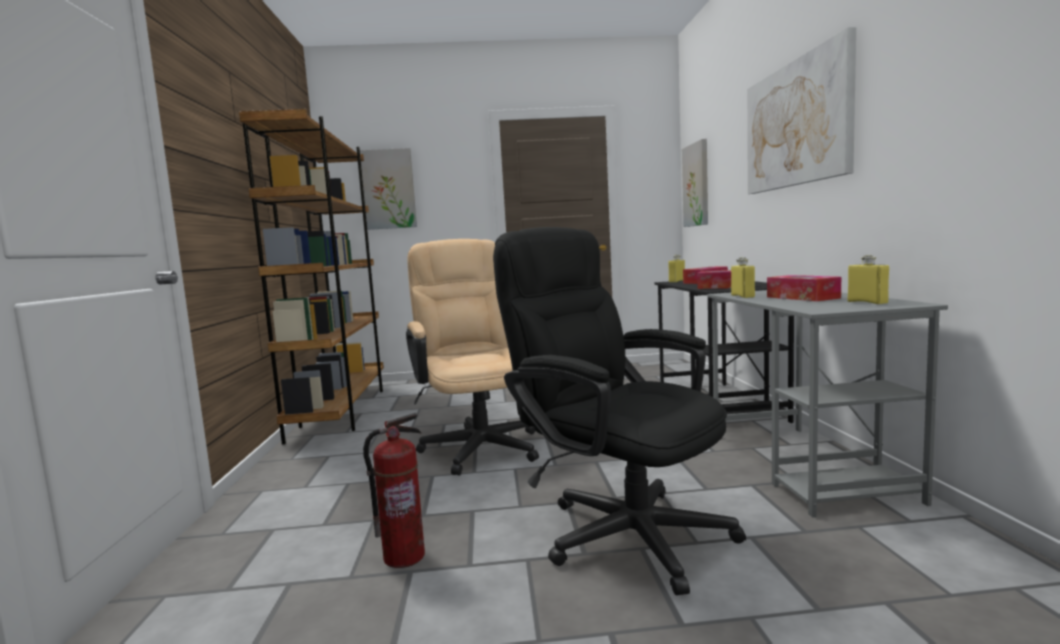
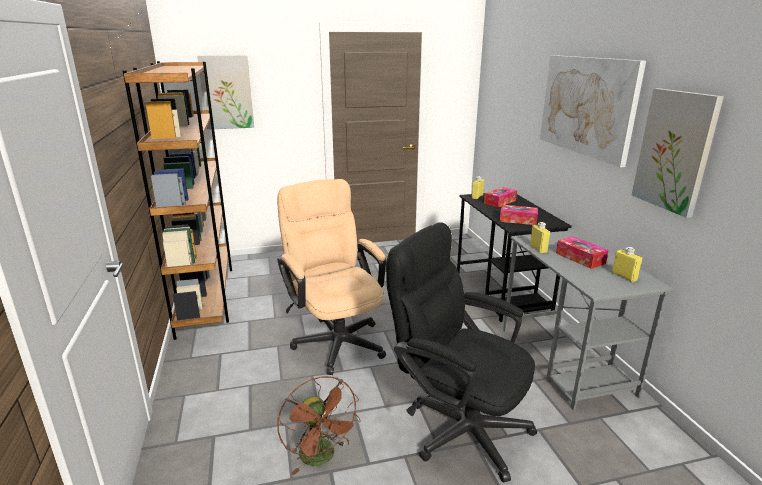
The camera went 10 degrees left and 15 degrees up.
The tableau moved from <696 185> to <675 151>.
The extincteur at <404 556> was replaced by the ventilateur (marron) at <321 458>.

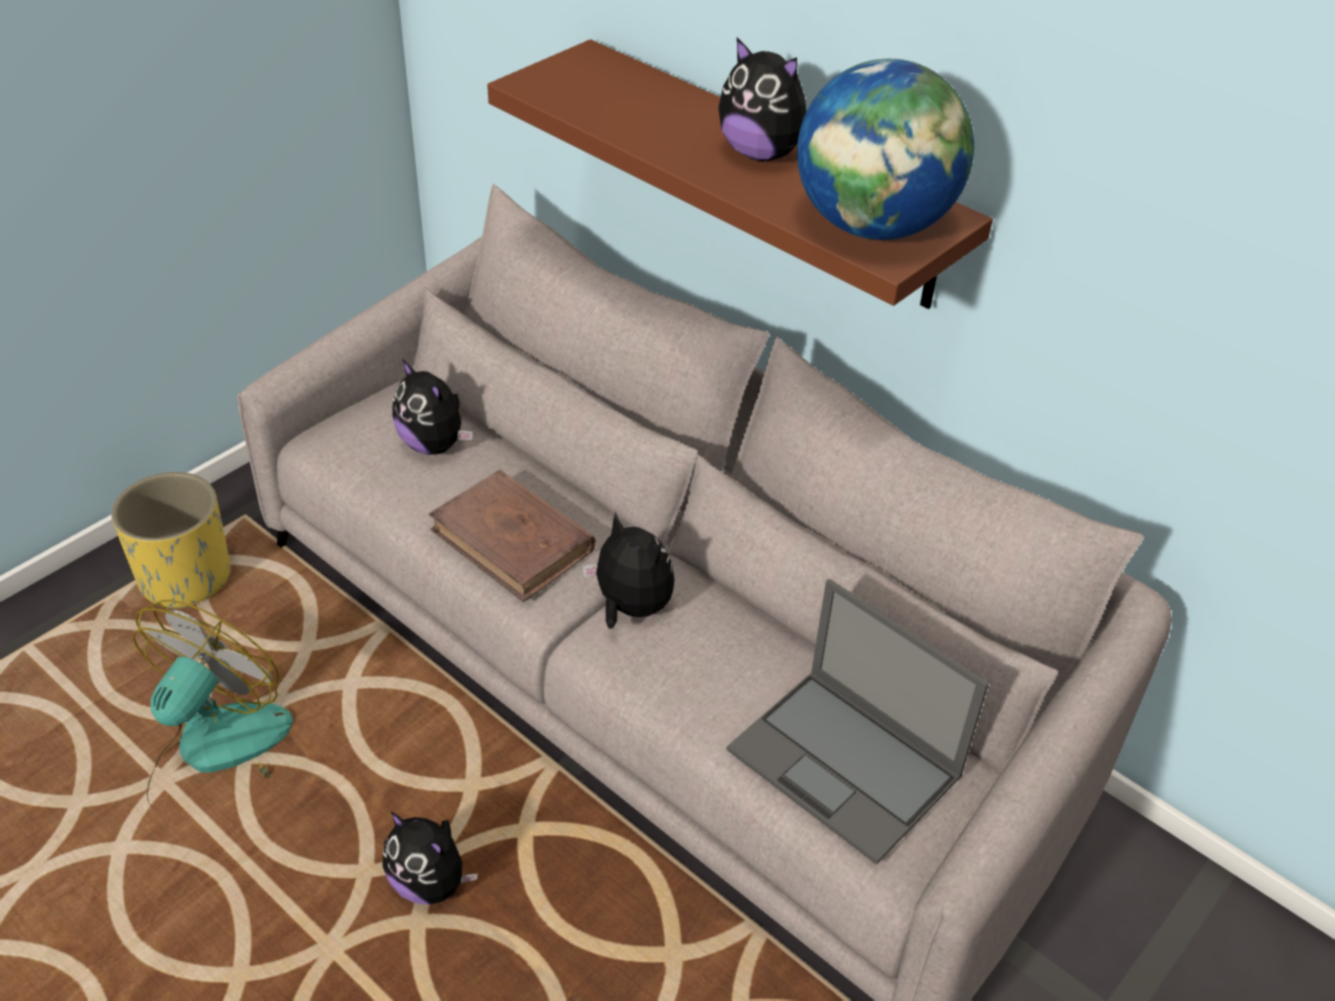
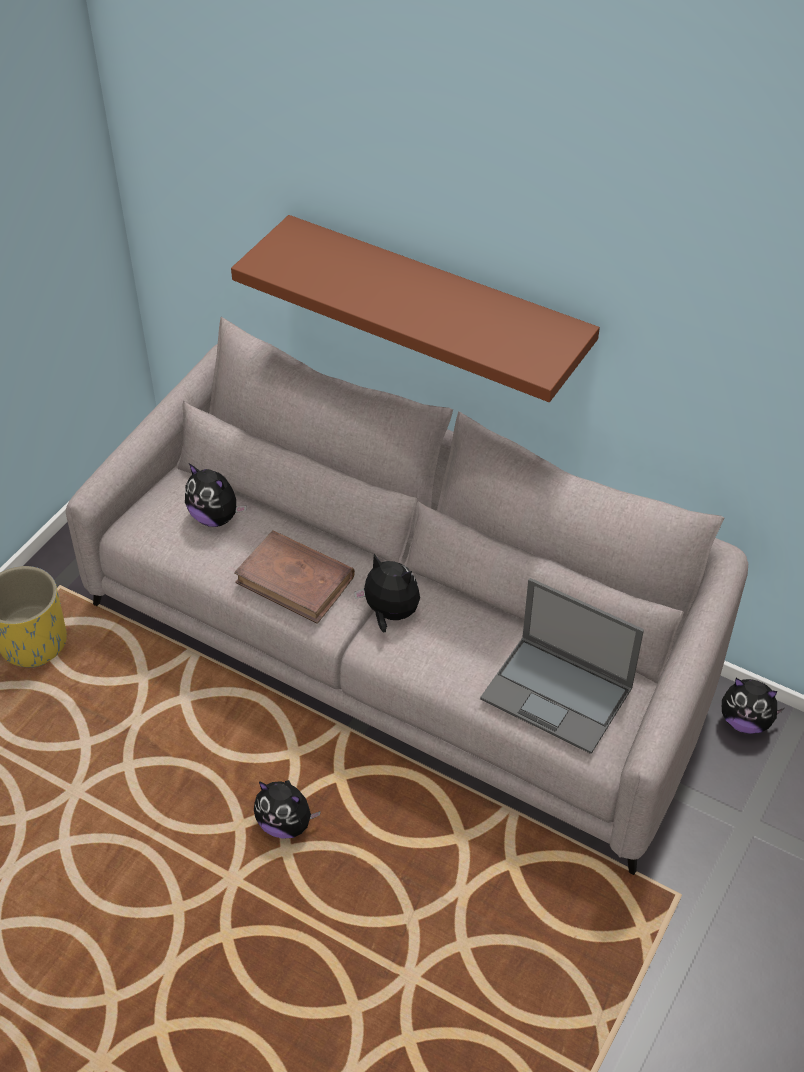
The camera went 10 degrees left and 5 degrees up.
The peluche moved from <762 154> to <745 721>.
The globe at <873 227> disappeared.
The ventilateur at <218 757> disappeared.

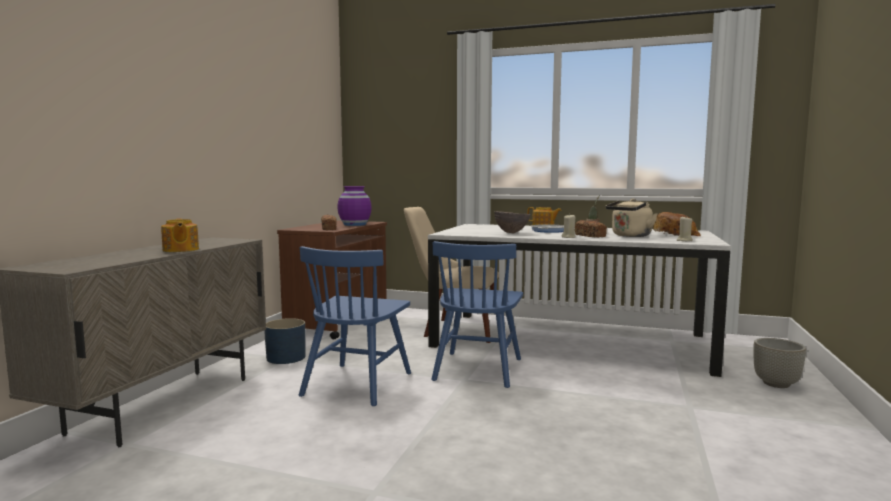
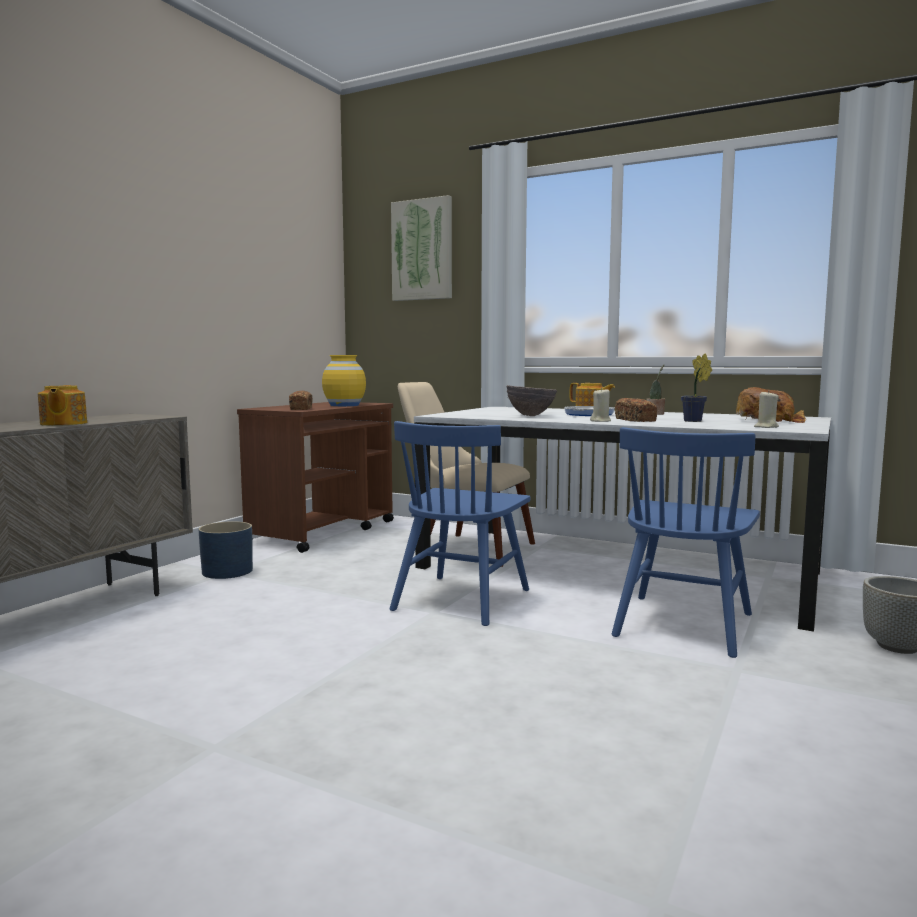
The camera went 10 degrees right and 0 degrees up.
The vase (violet) at <354 224> became the vase (jaune) at <344 405>.
The bouilloire (beige) at <630 236> was replaced by the plante en pot at <694 421>.
The chaise (bleu) moved from <357 384> to <683 624>.
The tableau at <422 250> appeared.

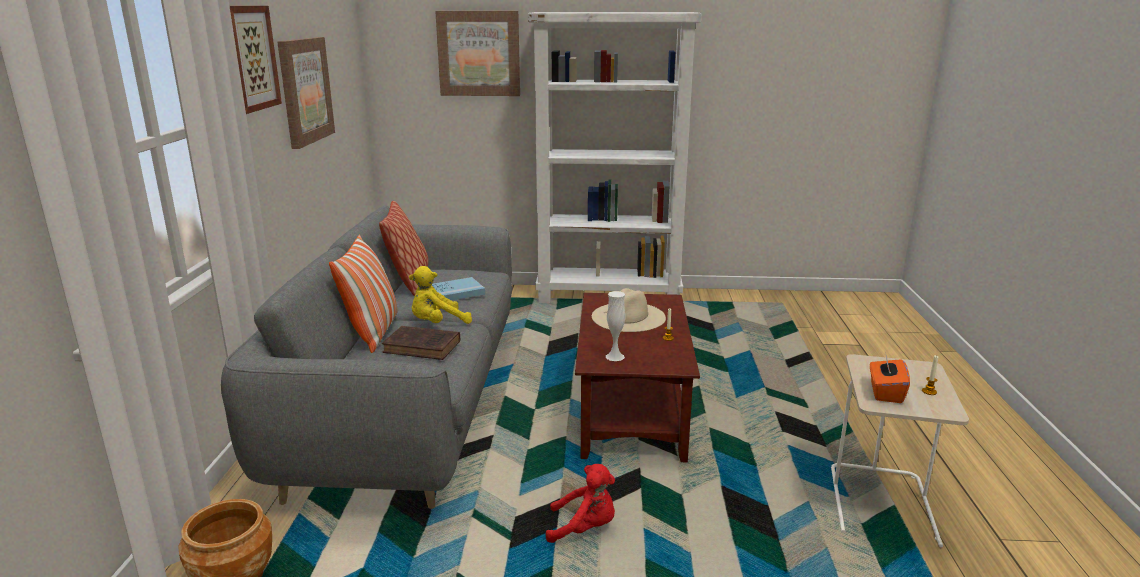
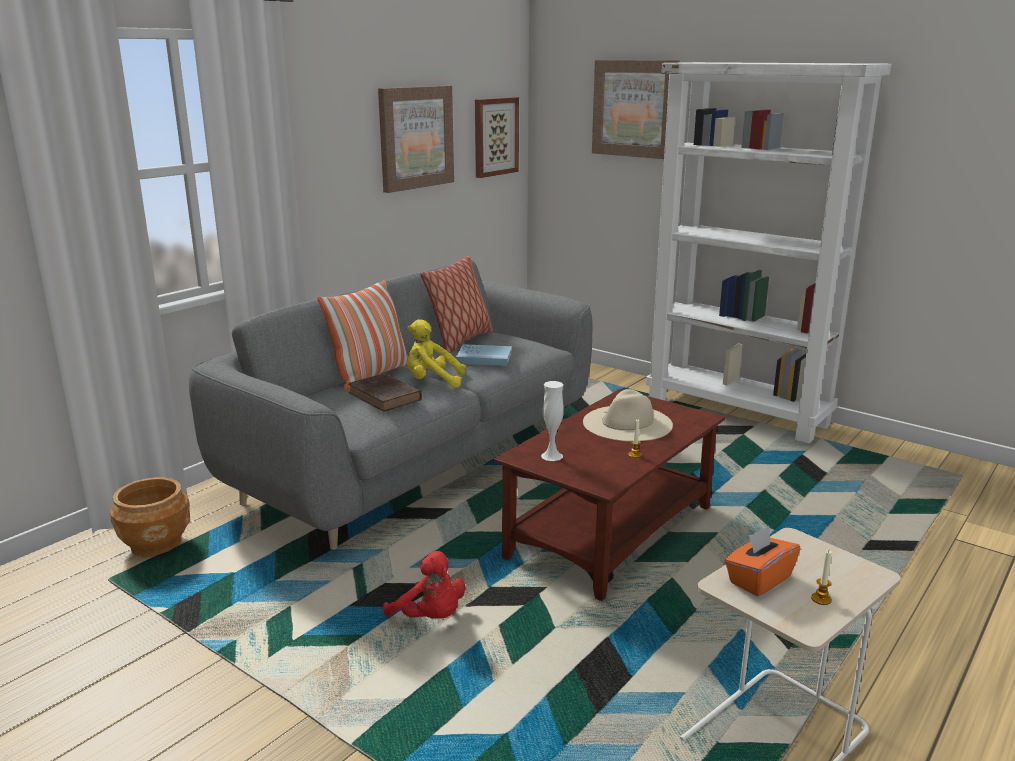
The camera went 35 degrees right and 0 degrees up.
The tableau moved from <249 58> to <495 136>.

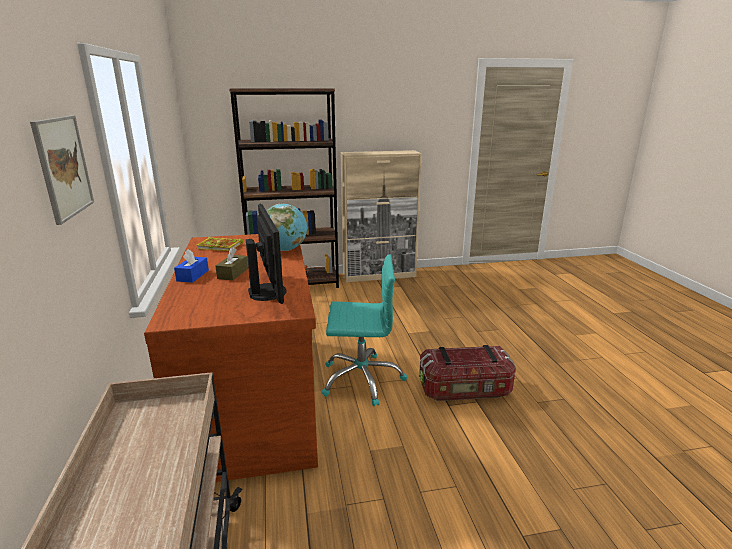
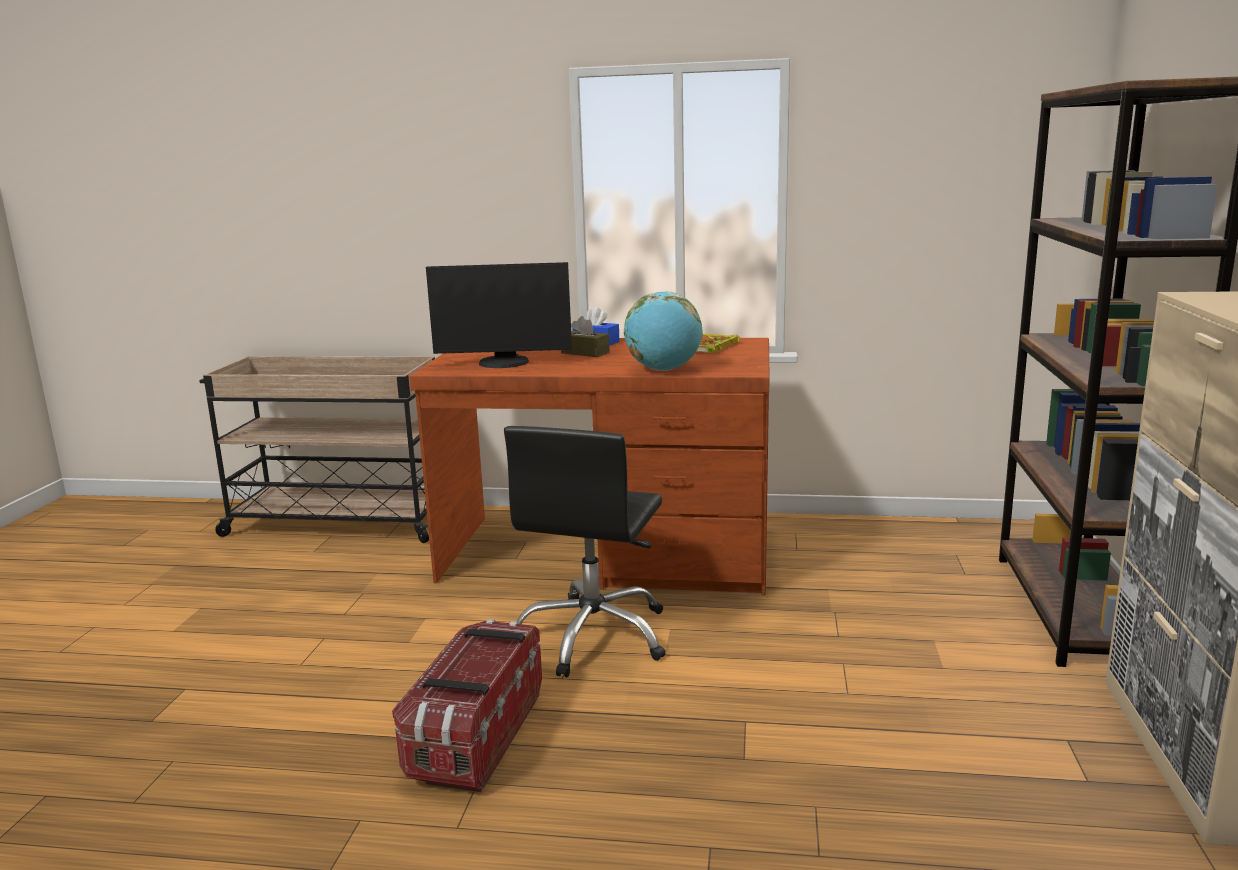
The camera went 110 degrees right and 5 degrees down.
The tableau at <63 167> disappeared.
The chaise de bureau (turquoise) at <361 379> became the chaise de bureau (noir) at <593 635>.

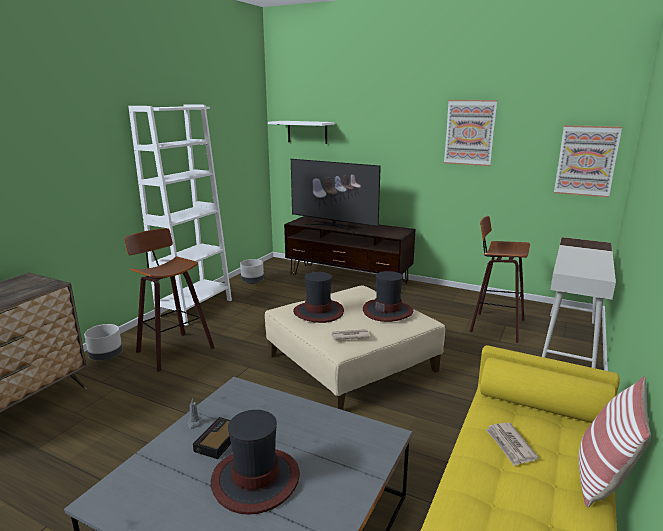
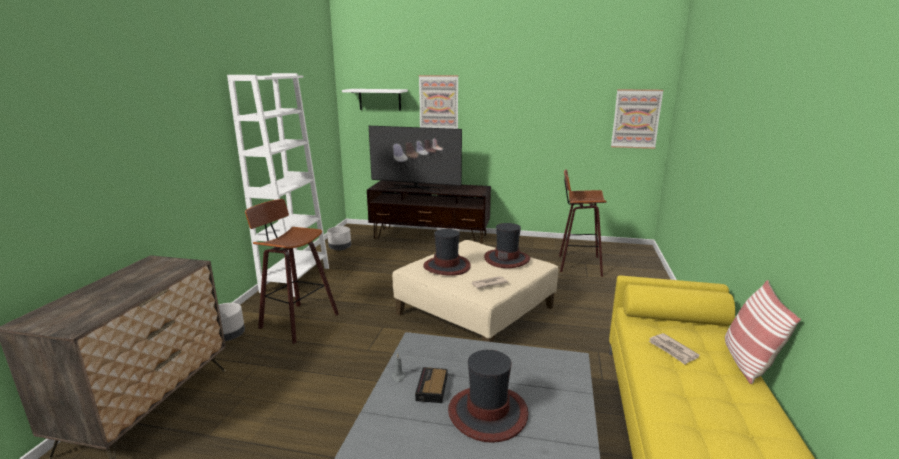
The camera went 15 degrees left and 0 degrees up.
The tableau moved from <469 132> to <438 103>.
The bureau (blanc) at <569 342> disappeared.

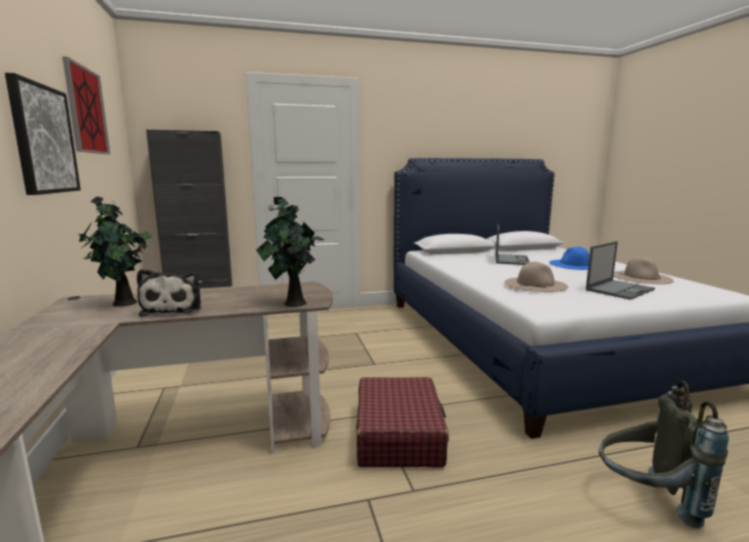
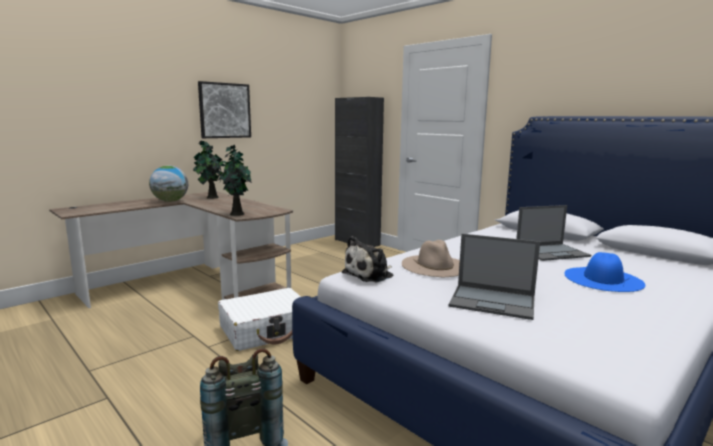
The camera went 60 degrees right and 0 degrees up.
The tableau at <86 110> disappeared.
The chapeau (beige) at <641 277> disappeared.
The peluche moved from <173 308> to <370 274>.
The valise (rouge) at <399 434> became the valise (blanc) at <266 330>.
The globe at <170 201> appeared.

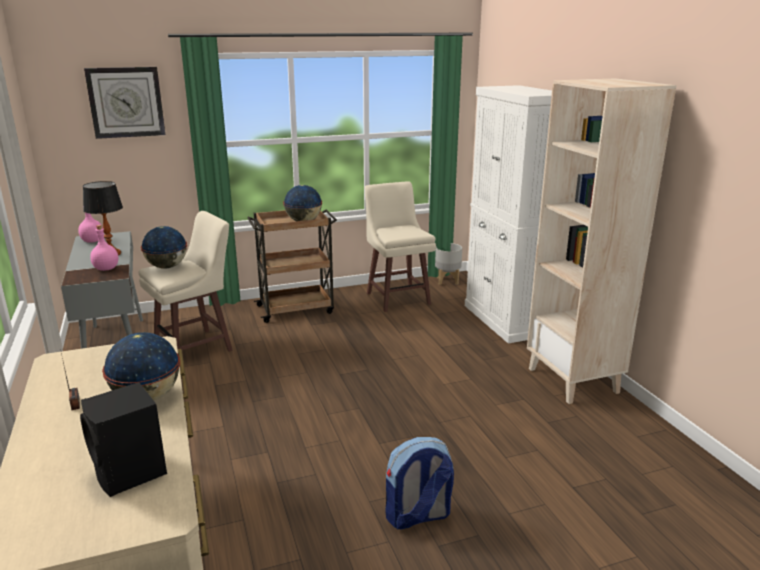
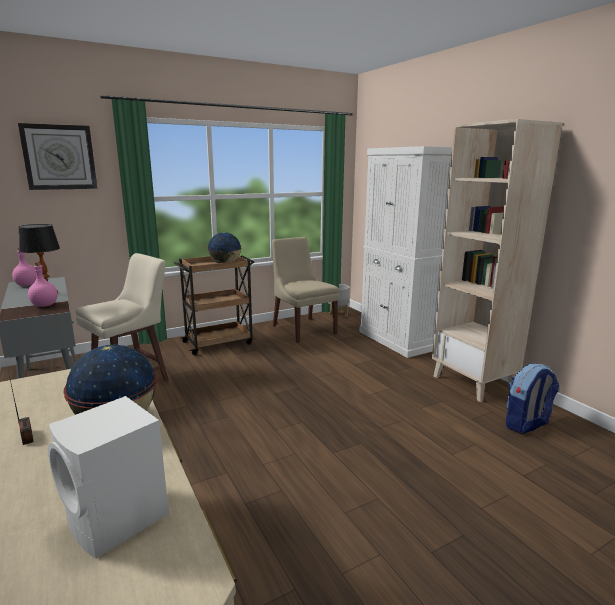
The camera went 10 degrees left and 5 degrees down.
The tabouret (beige) at <397 298> was replaced by the chaise (beige) at <302 329>.
The globe at <167 267> disappeared.
The enceinte (noir) at <130 474> became the enceinte (blanc) at <118 520>.
The sac à dos moved from <417 516> to <526 425>.

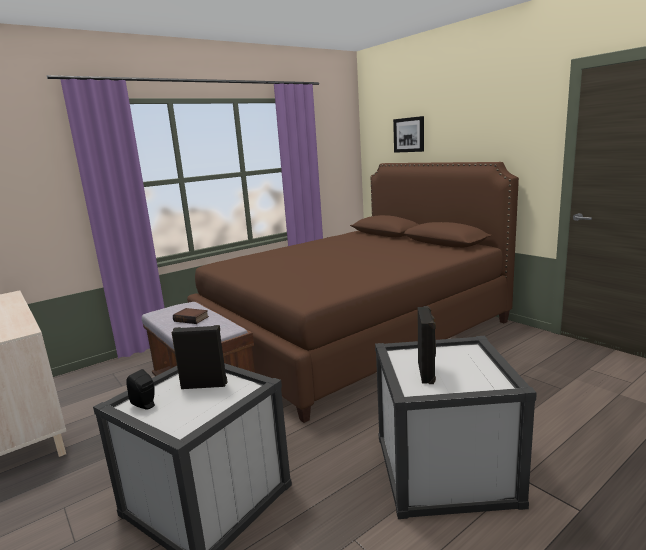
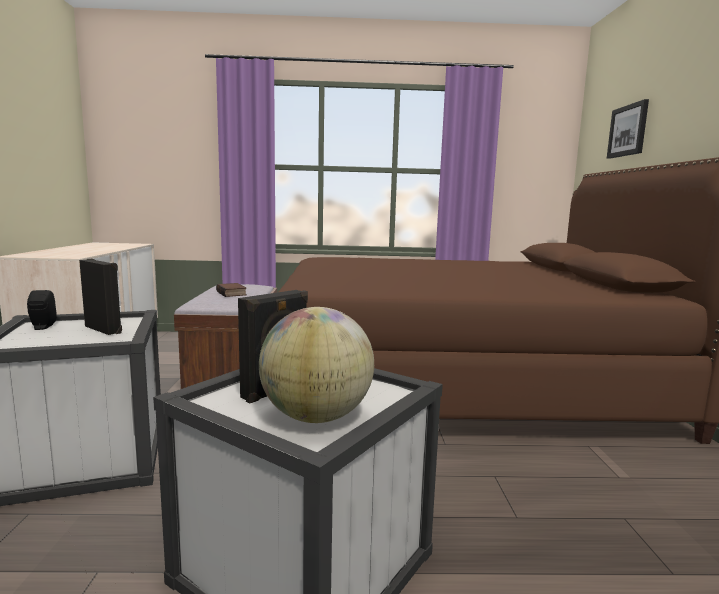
The camera went 35 degrees right and 5 degrees down.
The globe at <316 417> appeared.

